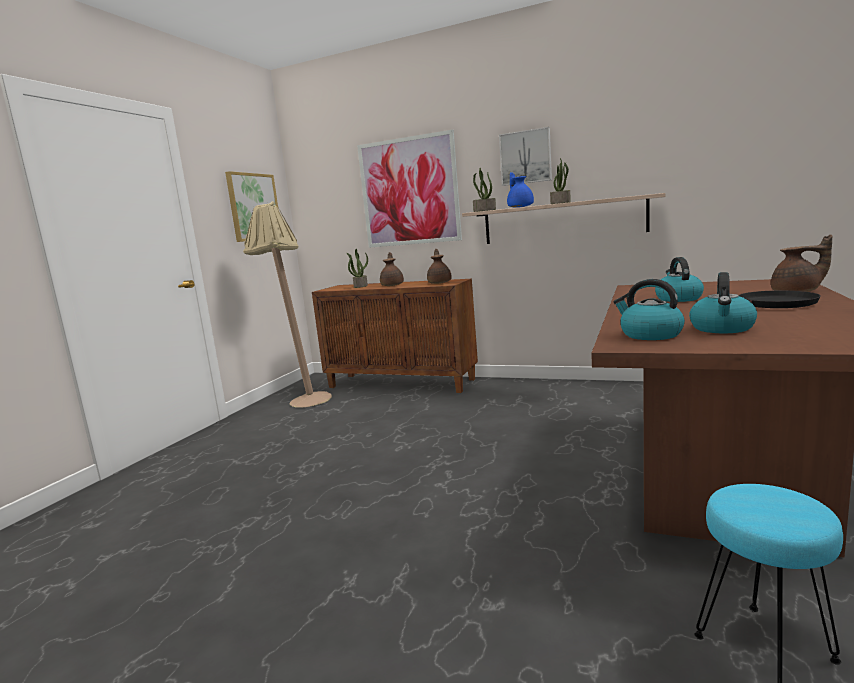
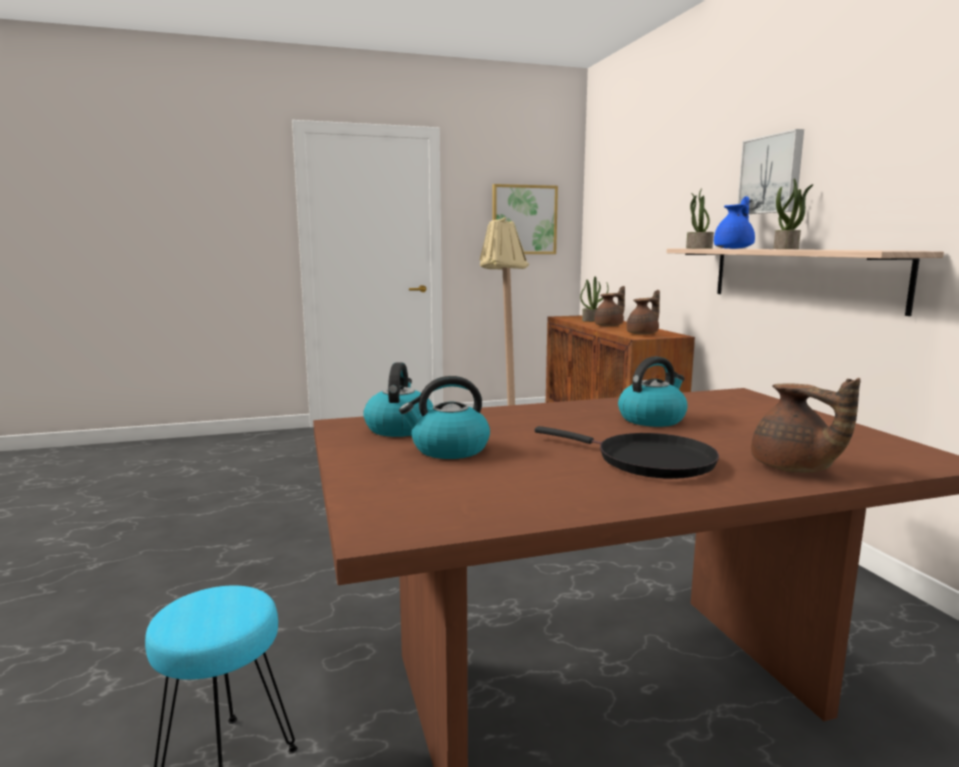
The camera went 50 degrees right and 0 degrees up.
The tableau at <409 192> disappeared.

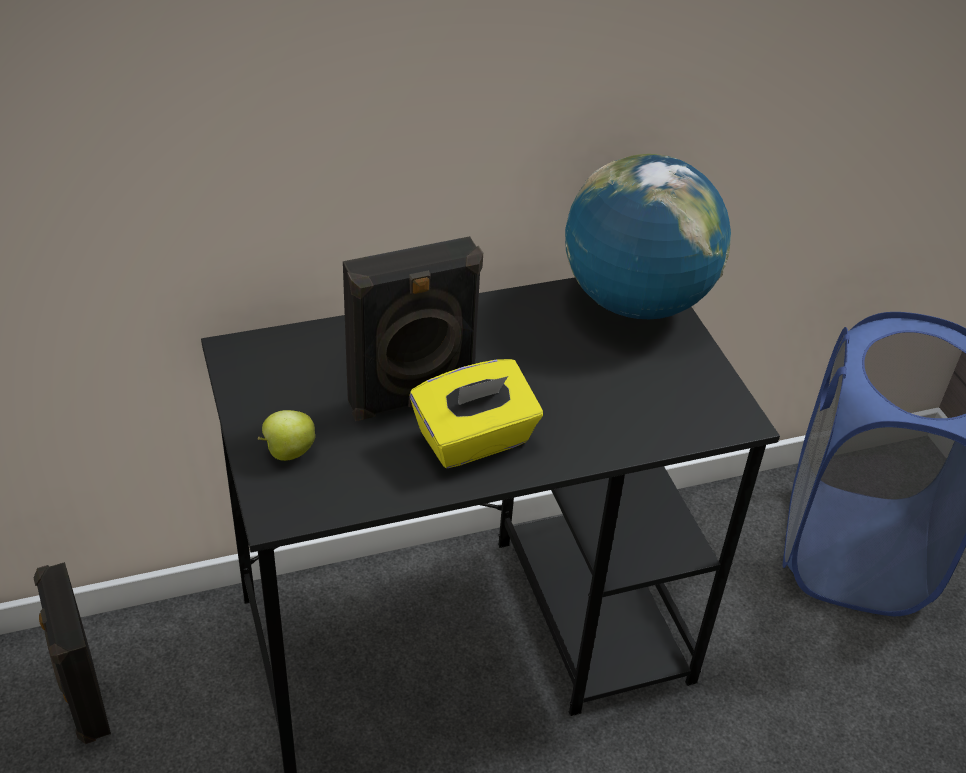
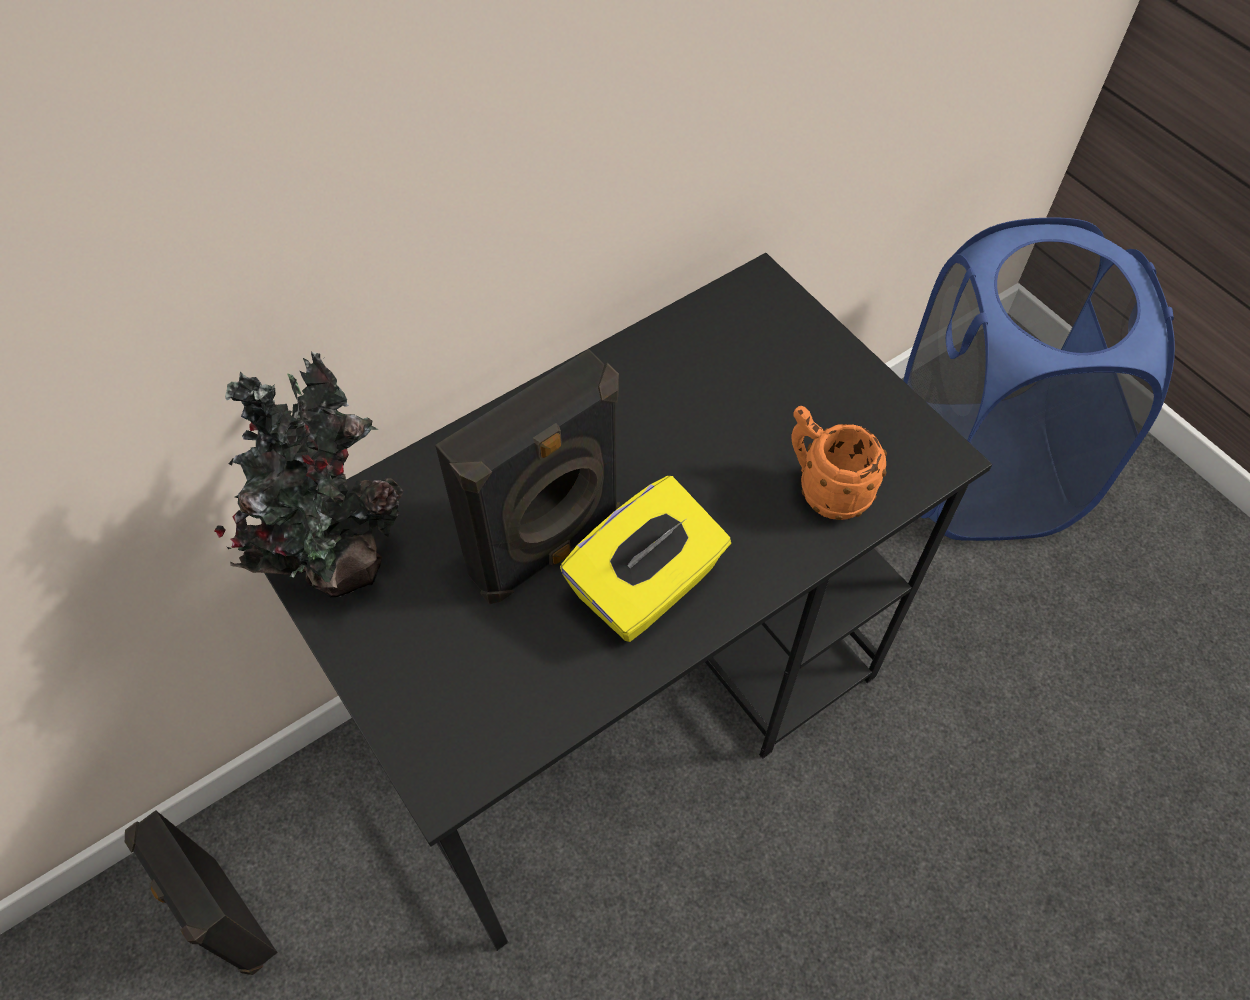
The camera went 15 degrees left and 15 degrees up.
The globe at <636 302> disappeared.
The pomme at <287 452> disappeared.
The plante en pot at <338 561> appeared.
The mug (orange) at <824 488> appeared.

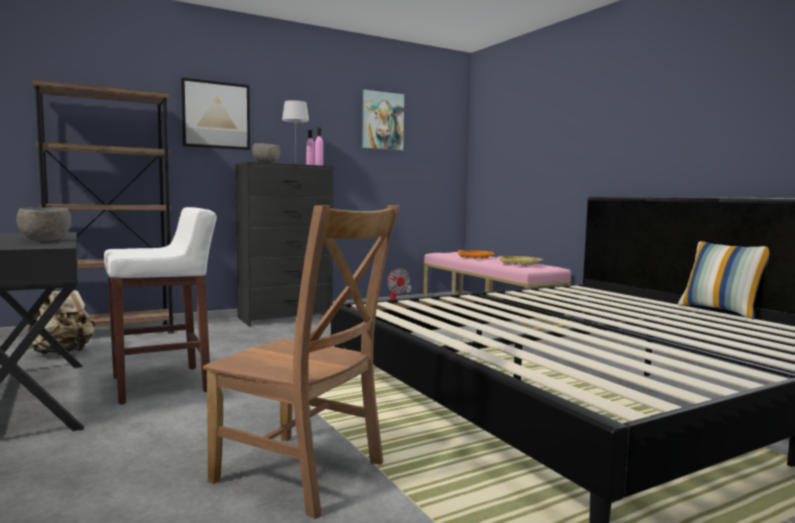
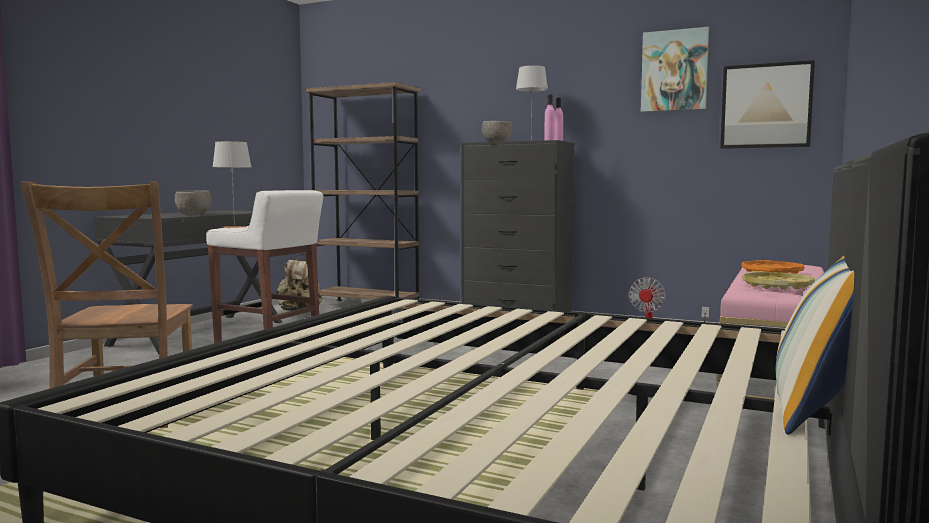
The camera went 55 degrees right and 0 degrees up.
The tableau moved from <216 115> to <766 106>.
The lampe de table (gris) at <234 227> appeared.

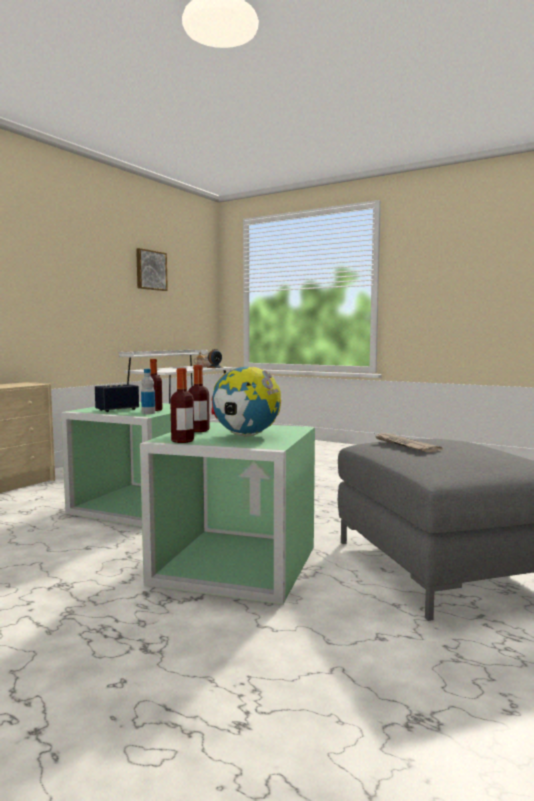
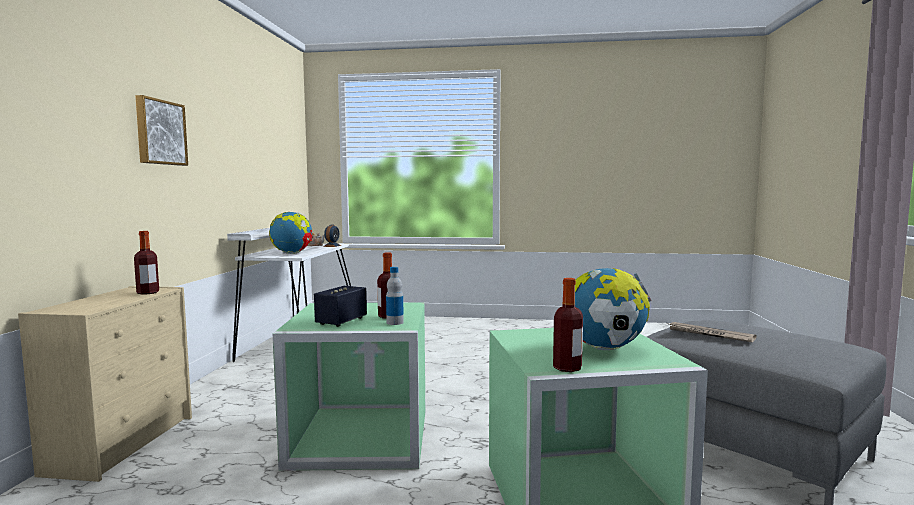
The camera went 25 degrees left and 0 degrees up.
The tableau moved from <150 270> to <160 132>.
The bouteille moved from <198 430> to <148 293>.
The globe at <292 253> appeared.

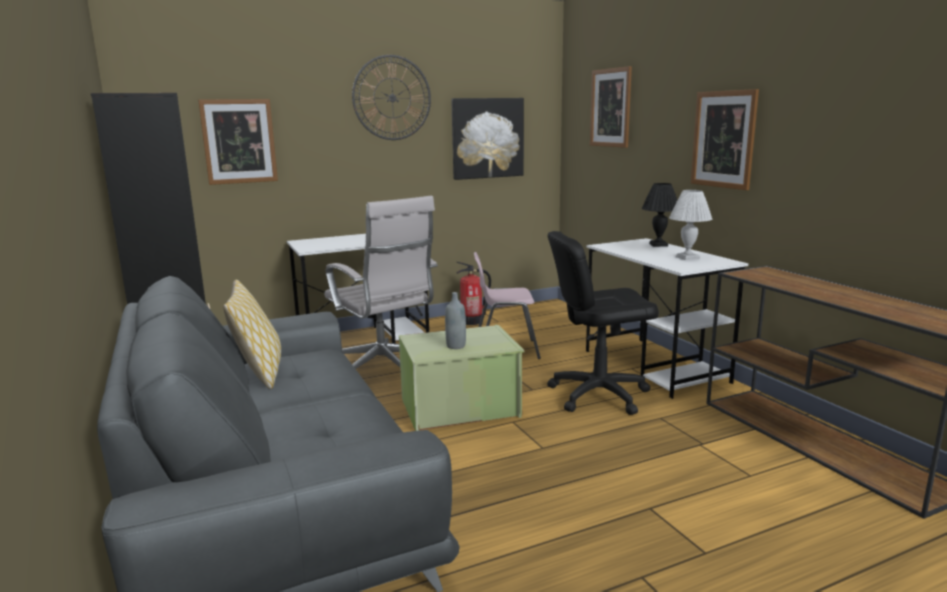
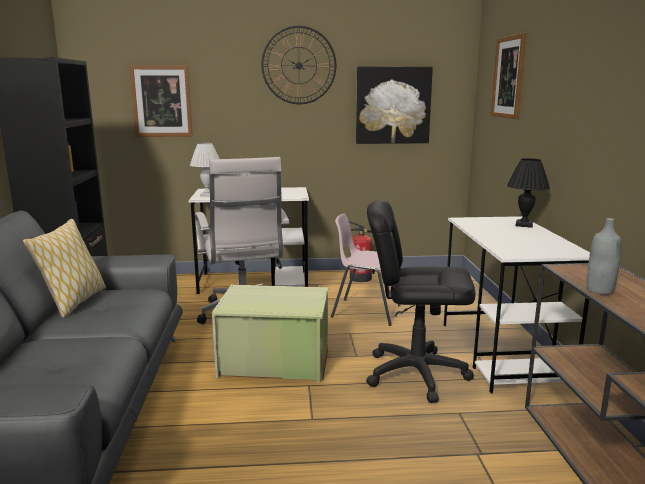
The camera went 20 degrees right and 0 degrees up.
The tableau at <723 139> disappeared.
The lampe de table (blanc) moved from <688 258> to <207 195>.
The bouteille (gris) moved from <456 346> to <599 290>.

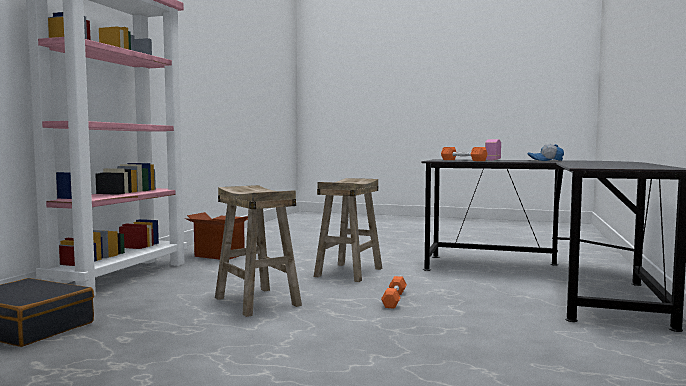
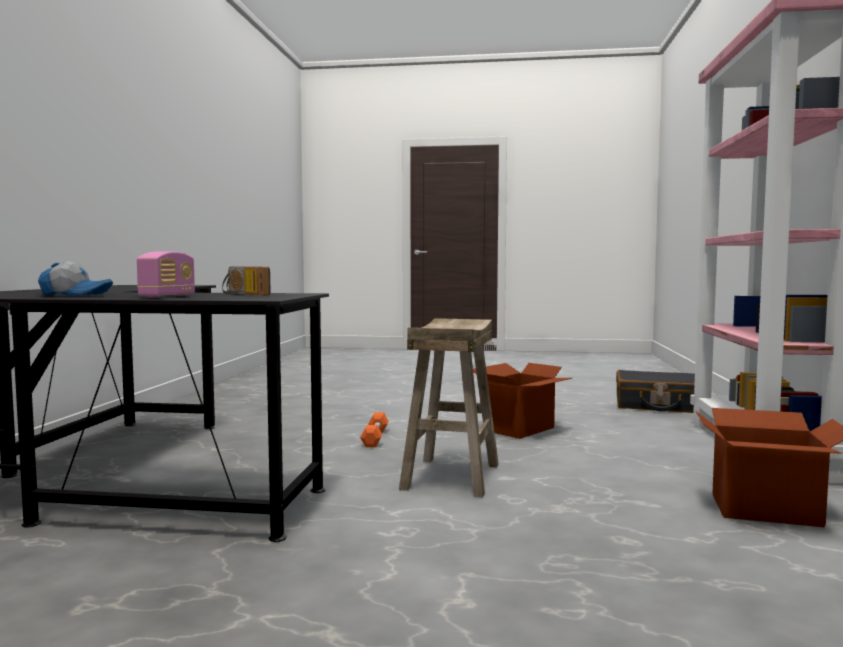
The camera went 170 degrees right and 0 degrees up.
The haltère (orange) at <463 160> was replaced by the radio at <242 294>.
The tabouret (beige) at <256 301> was replaced by the carton at <520 429>.

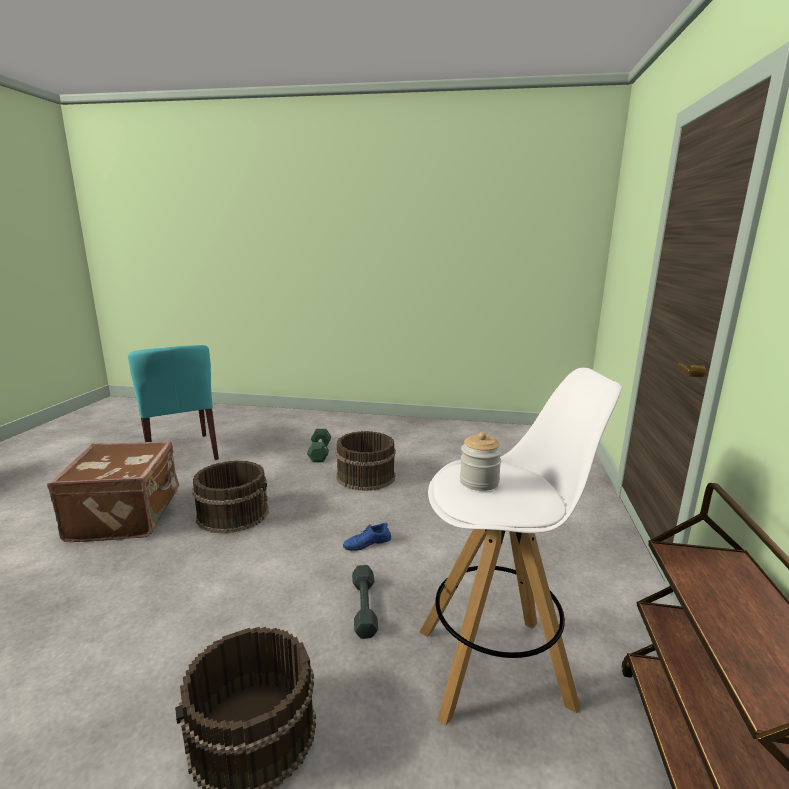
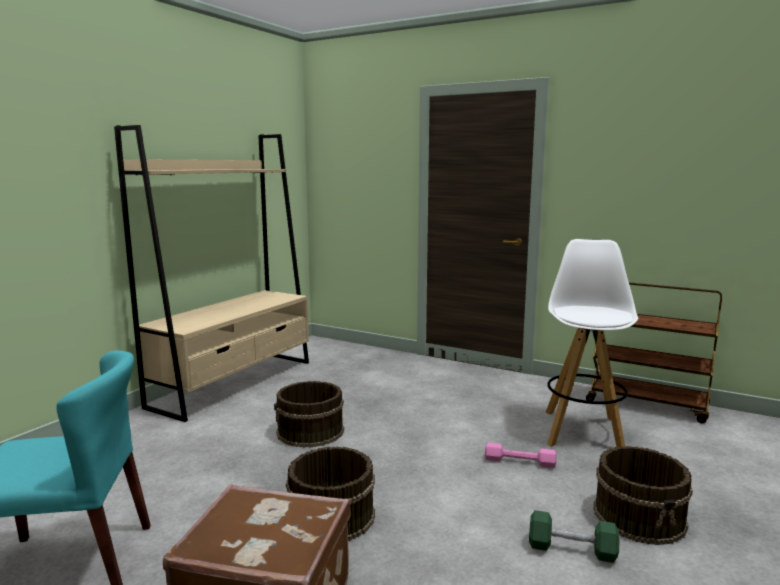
The camera went 70 degrees left and 5 degrees down.
The haltère (vert) moved from <319 452> to <572 549>.
The bocal at <479 482> disappeared.
The chaussure (bleu) at <367 543> disappeared.
The haltère (gris) at <364 606> became the haltère (rose) at <519 461>.
The bibliothèque (beige) at <234 383> appeared.

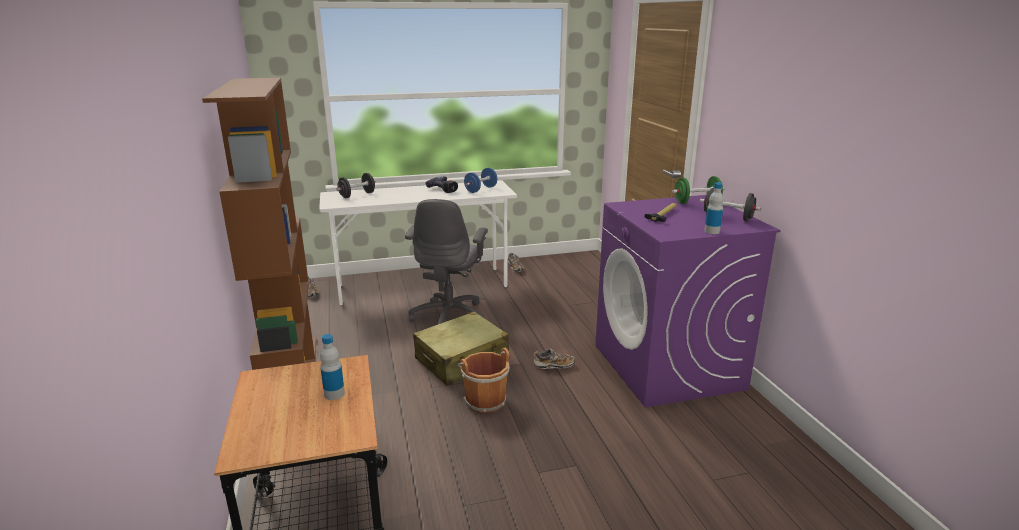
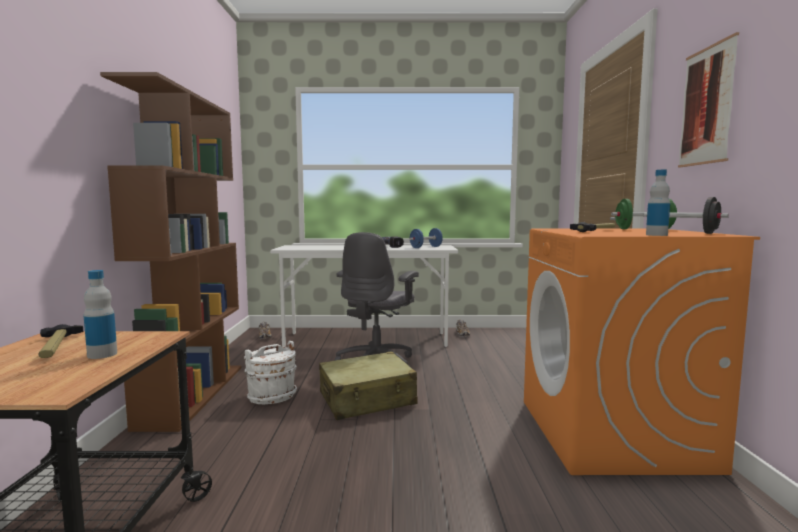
The camera went 15 degrees right and 15 degrees down.
The haltère (noir) at <357 195> disappeared.
The lave-linge (violet) at <668 367> became the lave-linge (orange) at <613 434>.
The seau (marron) at <484 400> disappeared.
The chaussure at <553 365> disappeared.
The tableau at <707 106> appeared.
The marteau at <56 347> appeared.
The seau (blanc) at <271 396> appeared.

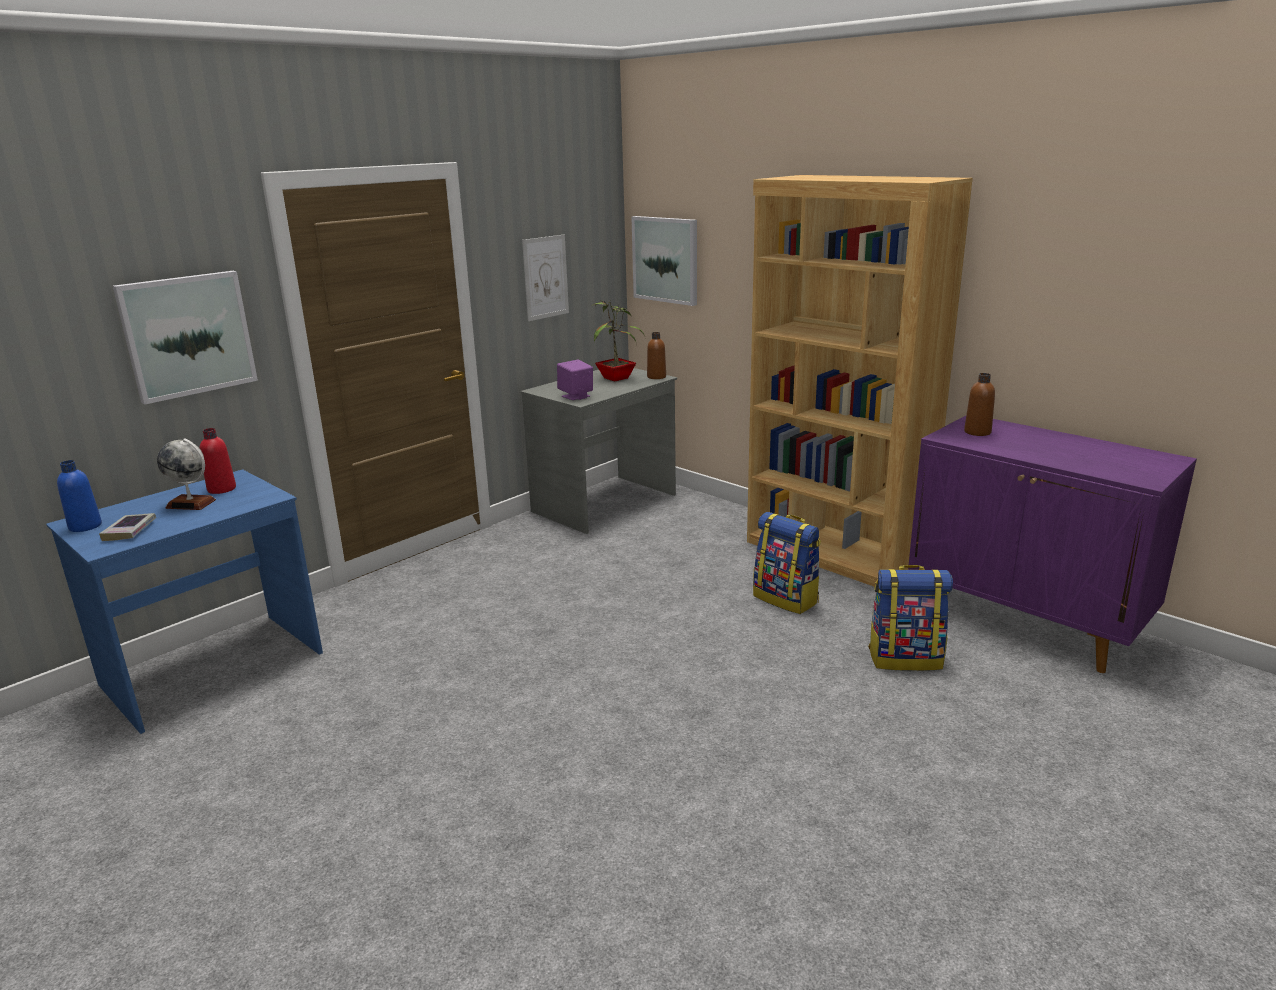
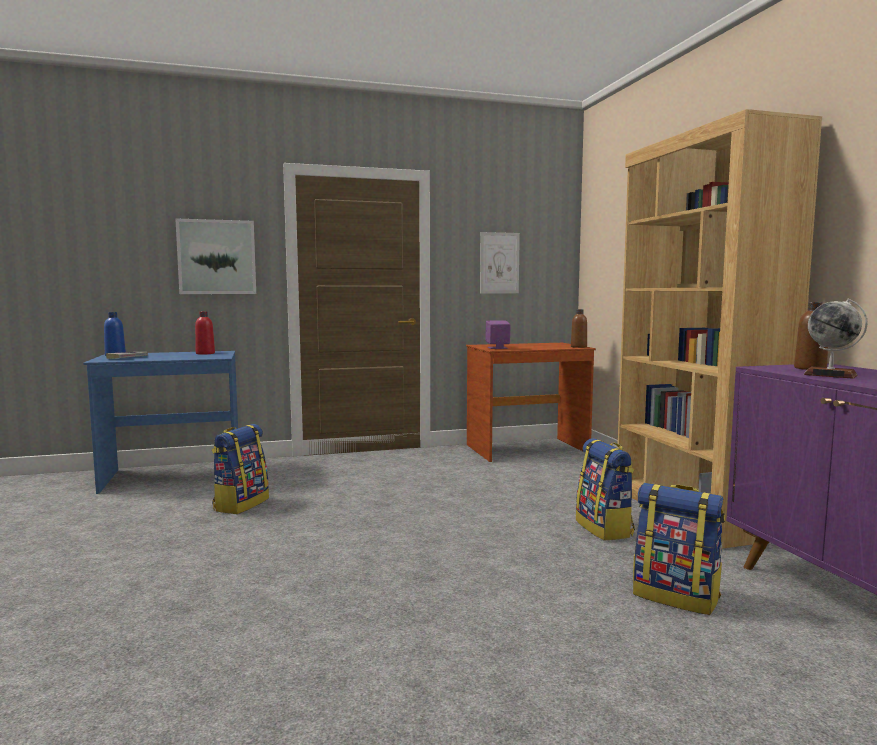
The camera went 30 degrees right and 15 degrees down.
The tableau at <666 260> disappeared.
The plante en pot at <617 378> disappeared.
The bureau (gris) at <605 503> became the bureau (marron) at <527 449>.
The globe moved from <191 504> to <830 375>.
The sac à dos at <241 504> appeared.

